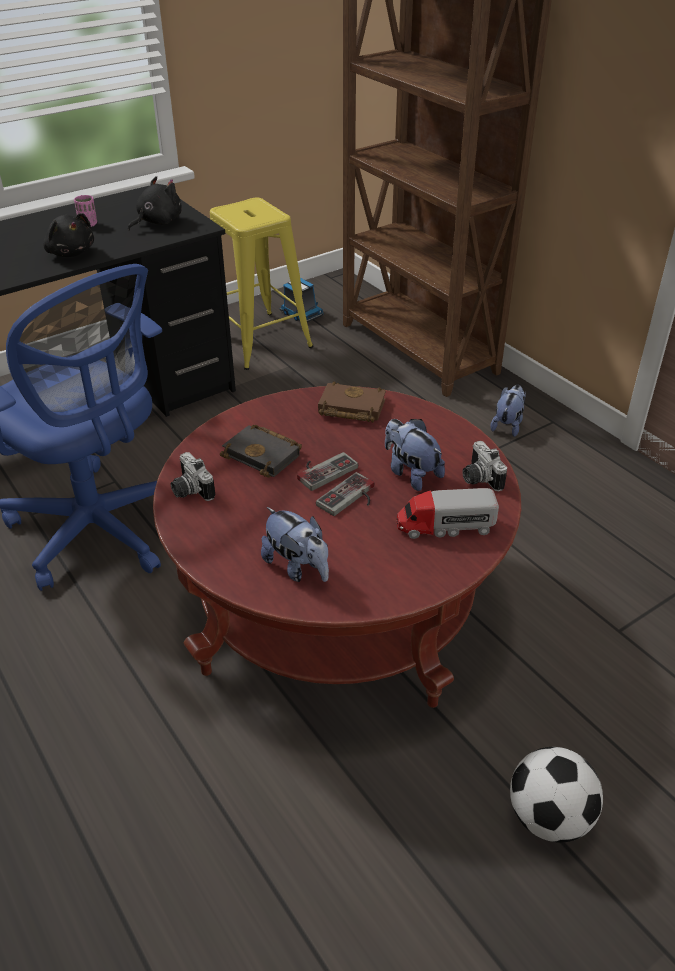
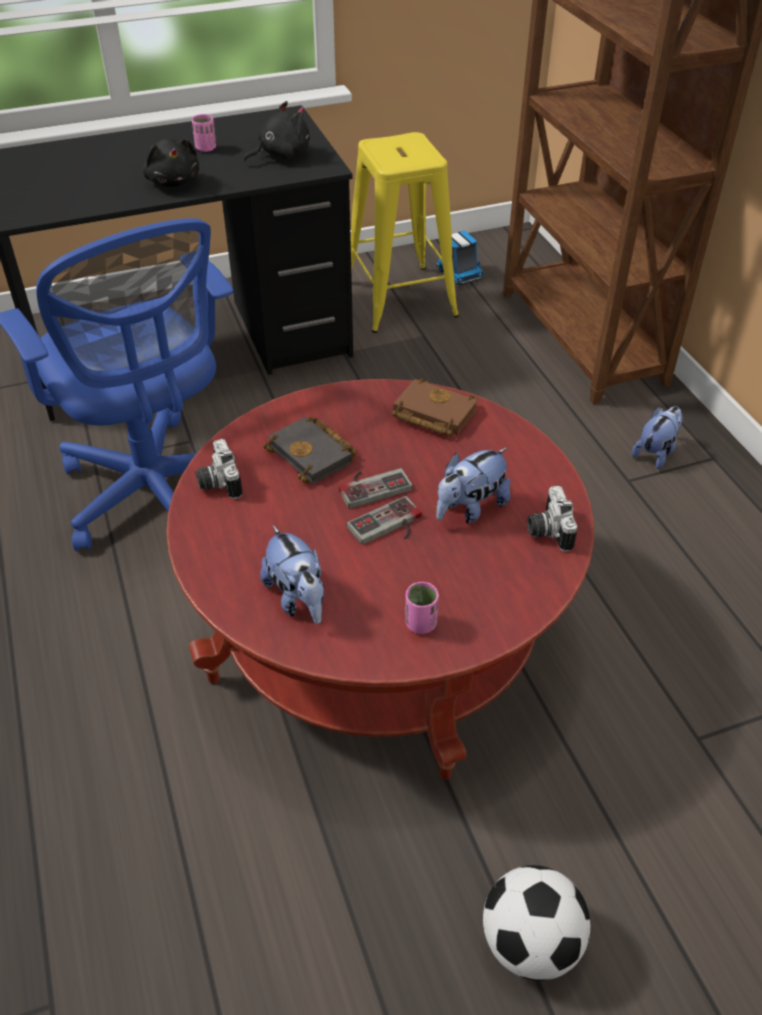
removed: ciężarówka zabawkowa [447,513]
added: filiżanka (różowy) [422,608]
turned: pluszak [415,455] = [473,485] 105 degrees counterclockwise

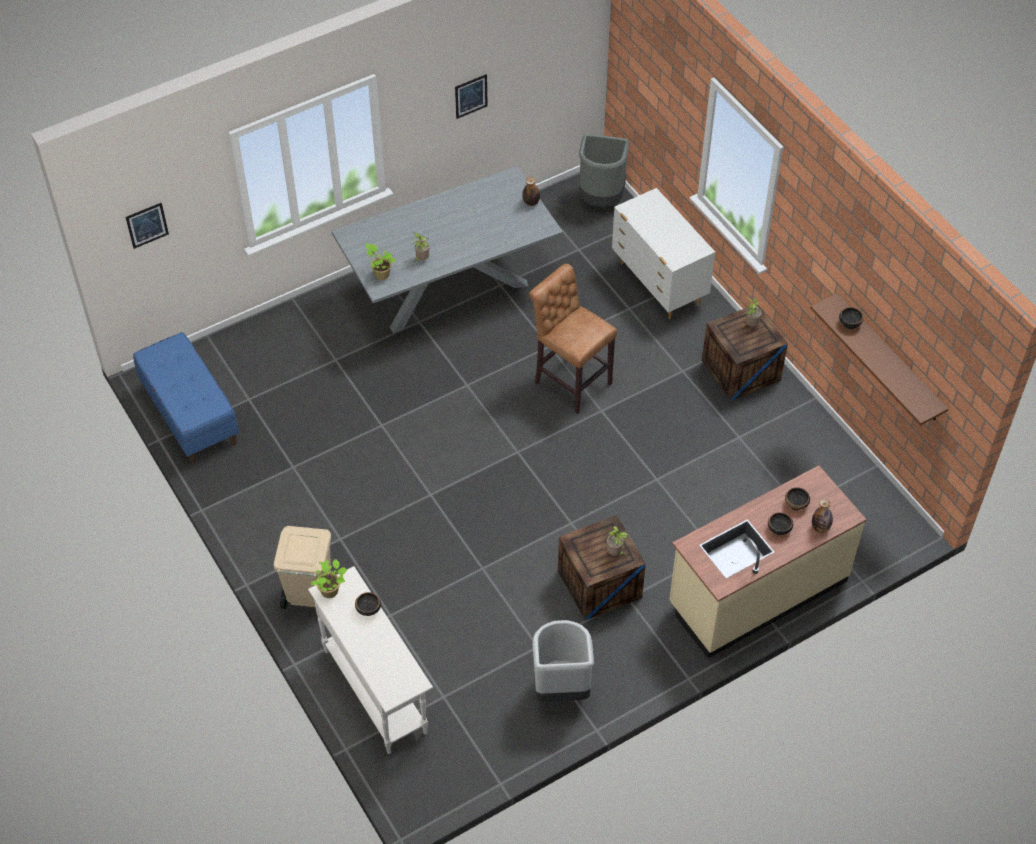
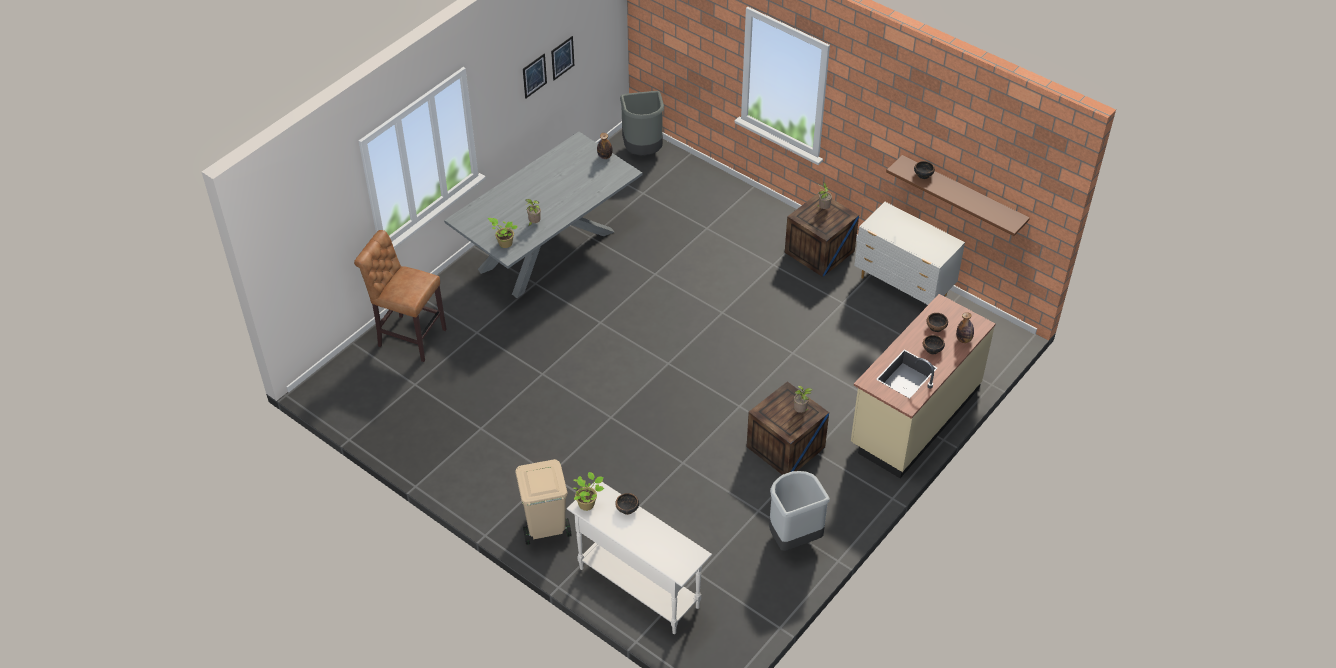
removed: ławka (niebieski) [186,398]
moved: obraz [147,226] to [562,58]; stołek (brązowy) [573,339] to [400,296]; komoda (biały) [663,253] to [909,253]

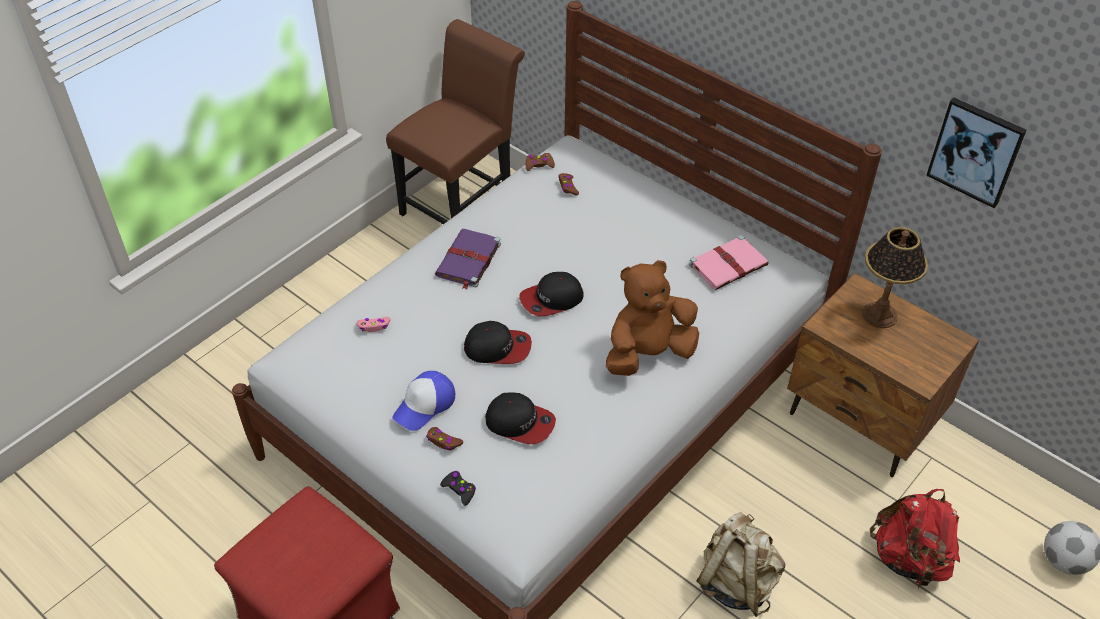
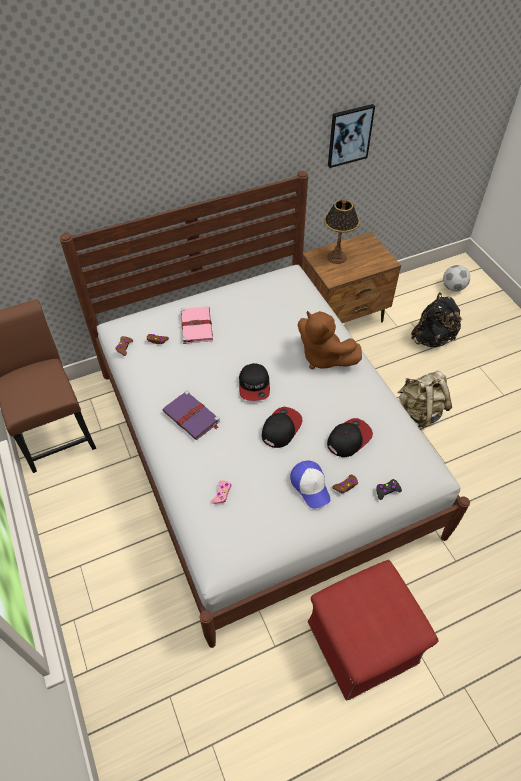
moved: książka (różowy) [728,262] to [197,325]
recoloured: plecak (czerwony) [915,538] to plecak (czarny) [437,320]
turned: pluszak (brązowy) [652,318] = [330,340] 45 degrees counterclockwise

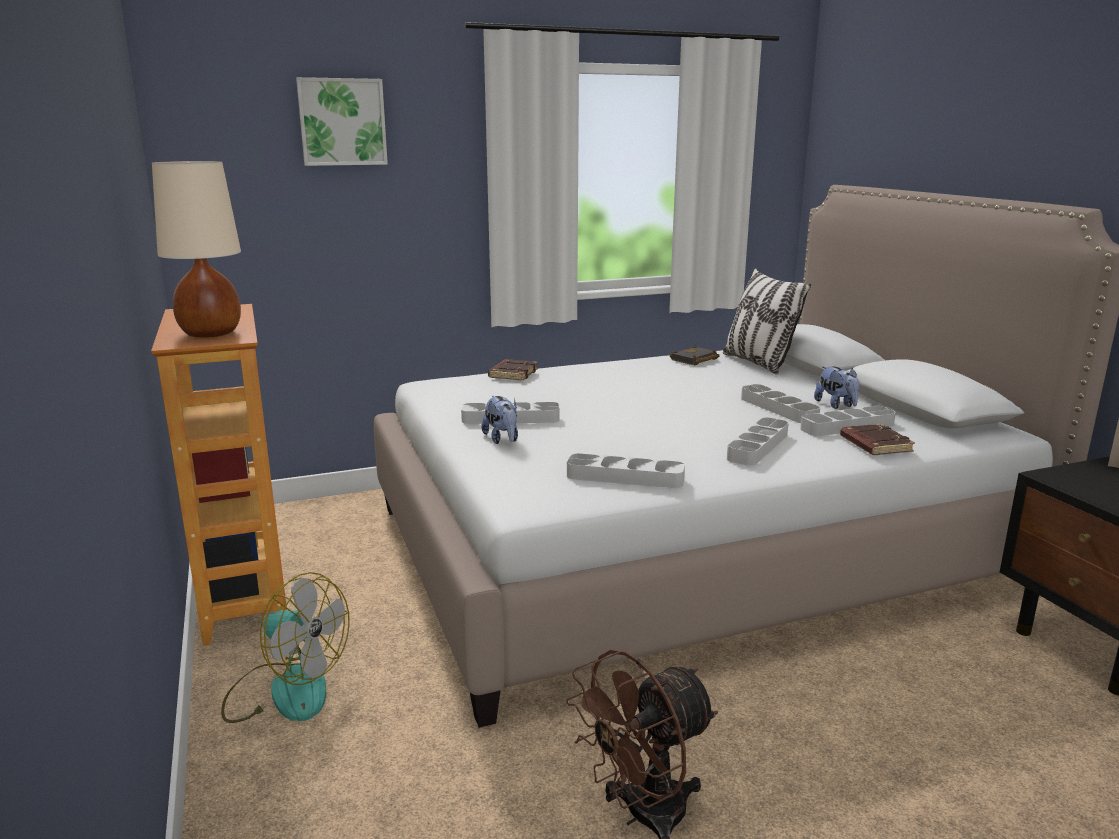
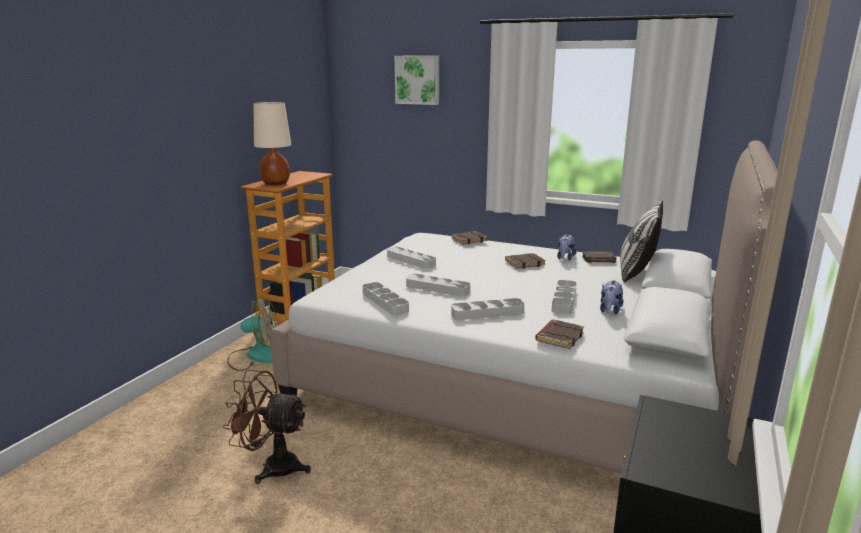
added: książka (brązowy) [525,261]
moved: pluszak [500,419] to [566,247]; taca (szary) [848,421] to [438,285]
turned: wentylator [285,647] = [252,334] 75 degrees counterclockwise

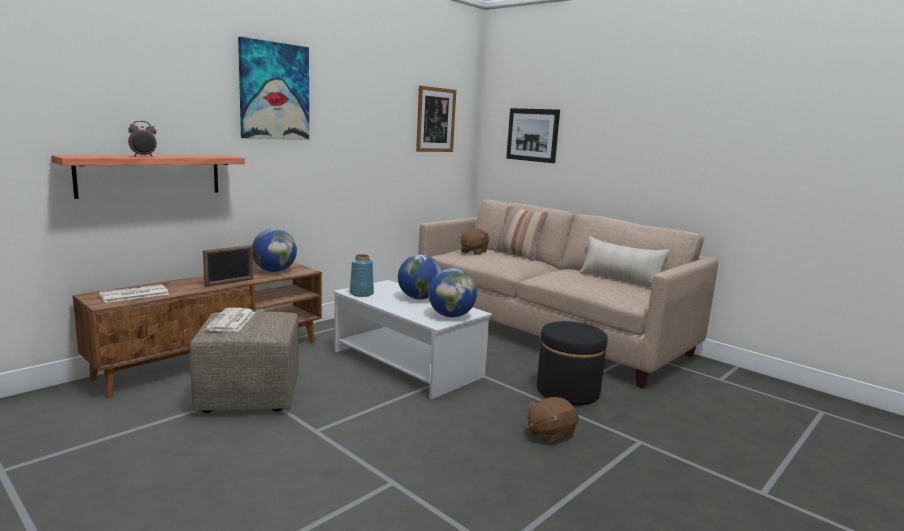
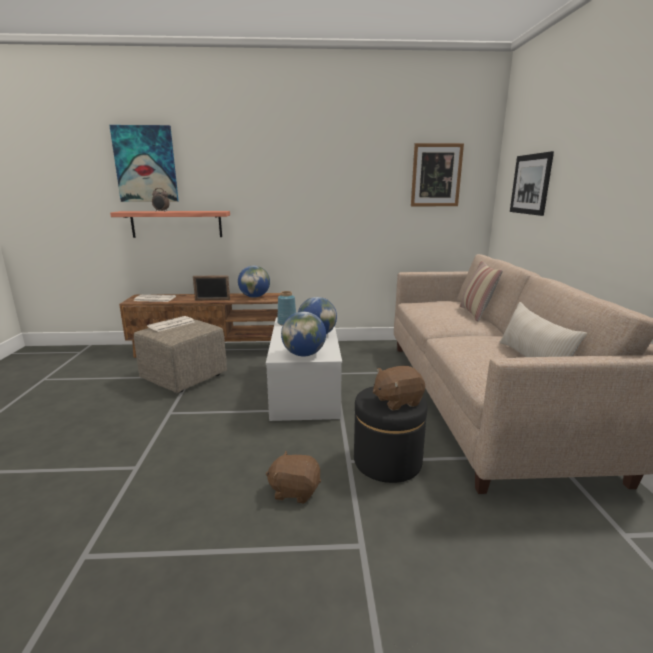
moved: obraz [273,88] to [144,163]; pluszak (brązowy) [474,242] to [399,388]

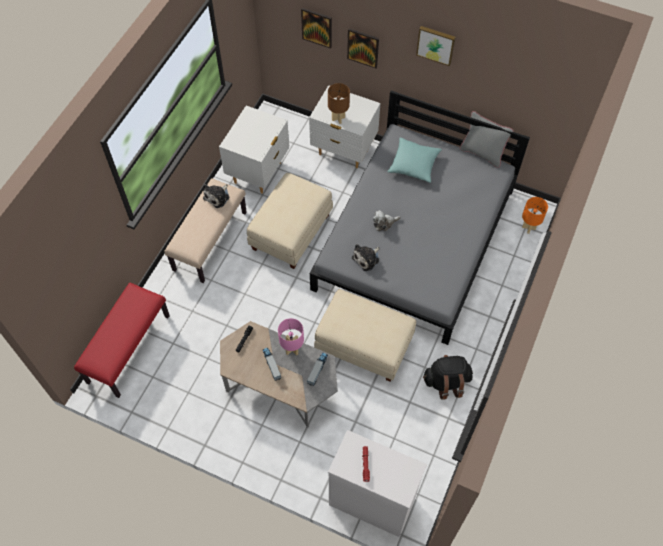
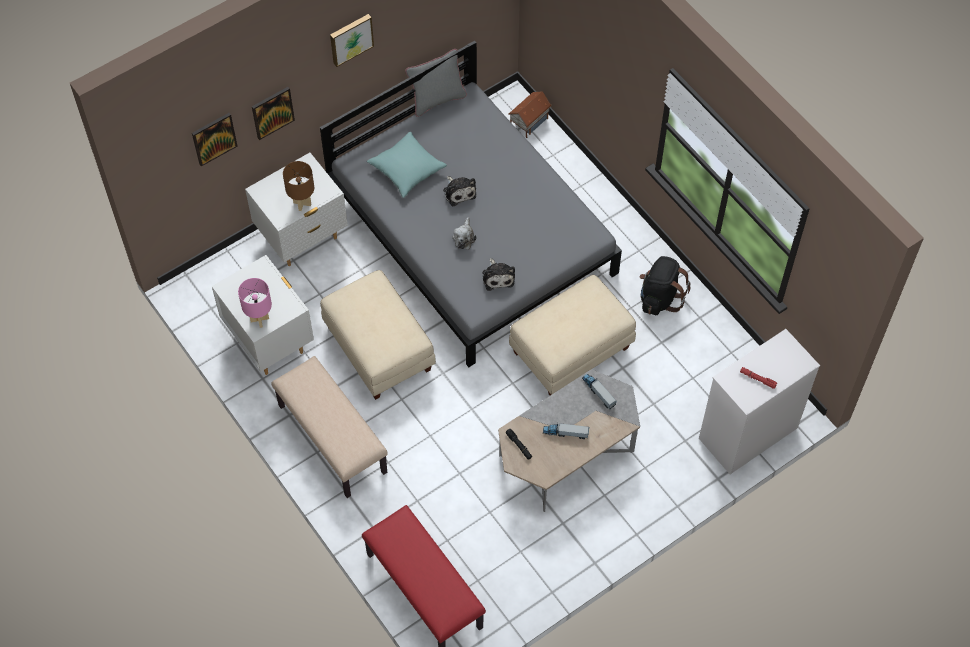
moved: pluszak [216,196] to [459,191]; lampa stołowa (różowy) [291,336] to [255,303]
replaced: lampa stołowa (pomarańczowy) [535,215] to domek [529,114]

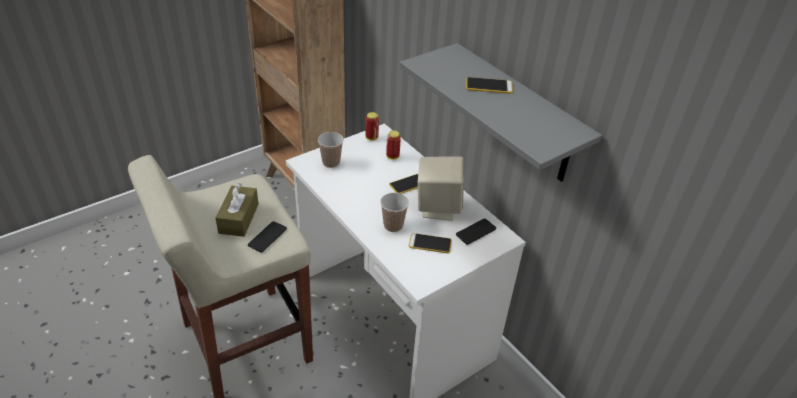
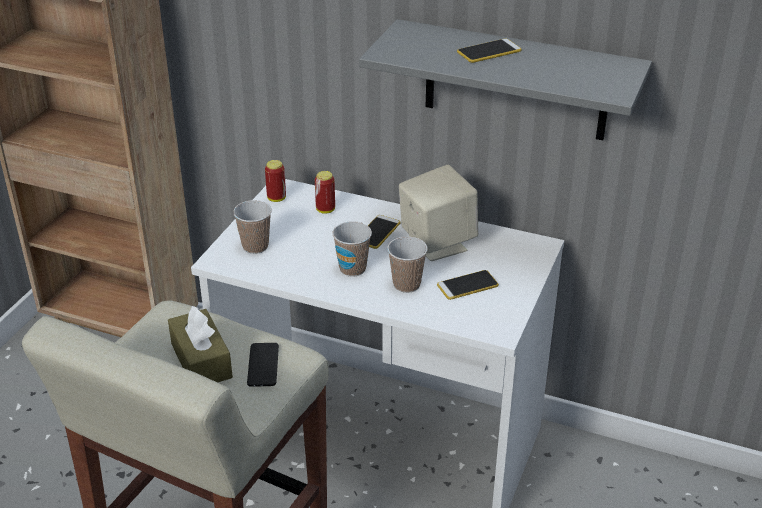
removed: telefon [476,232]
added: filiżanka [352,249]

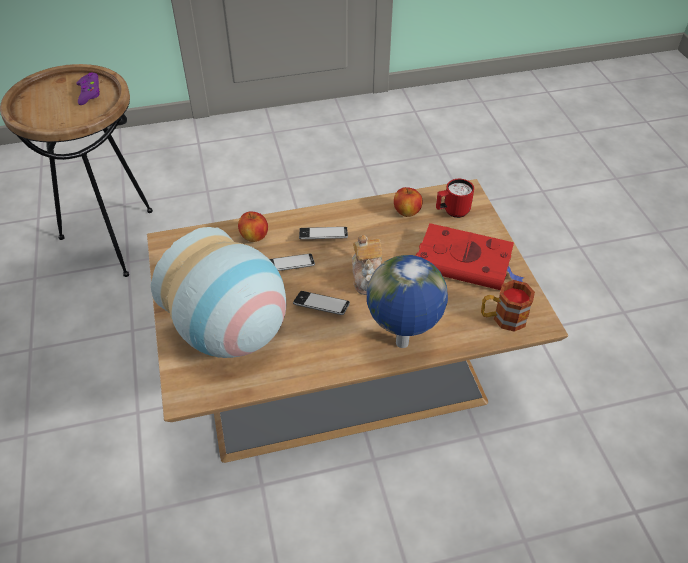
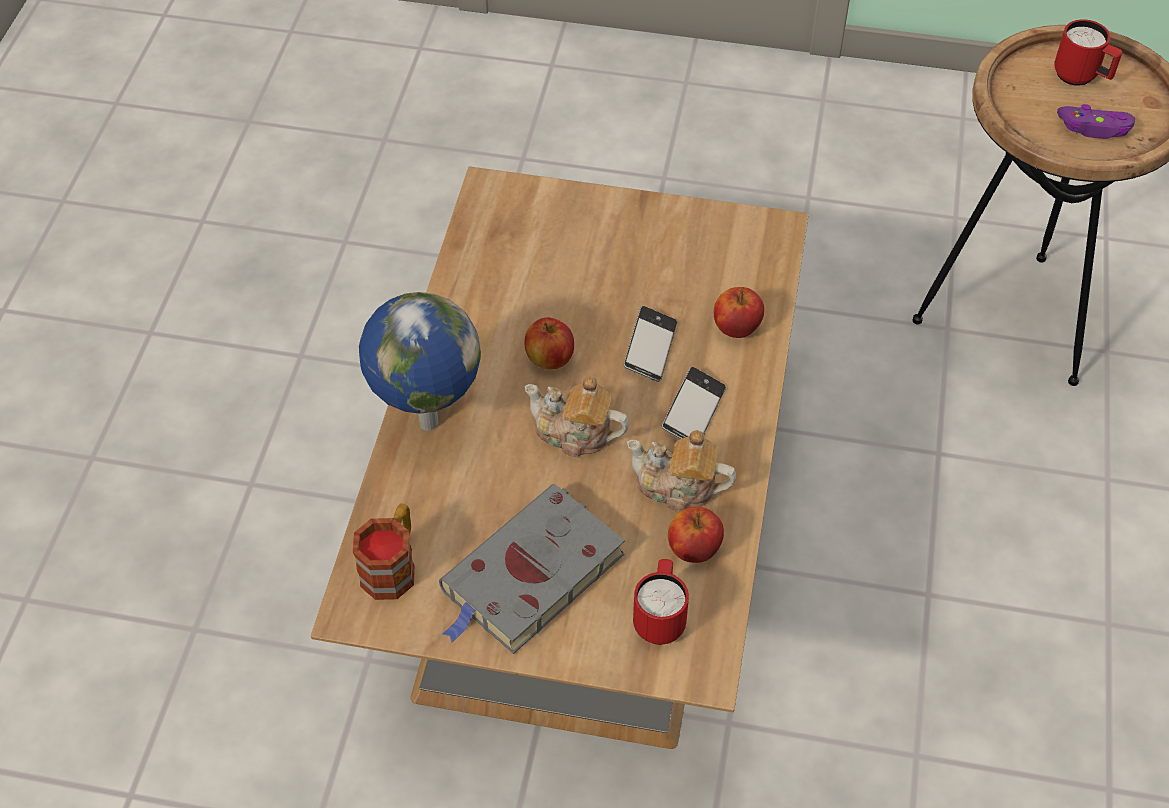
removed: wazon [218,292]
added: imbryk [681,471]; kubek (czerwony) [1088,52]
replaced: telefon [321,303] to jabłko [549,344]
recoloured: książka (czerwony) [470,256] to książka (szary) [532,569]

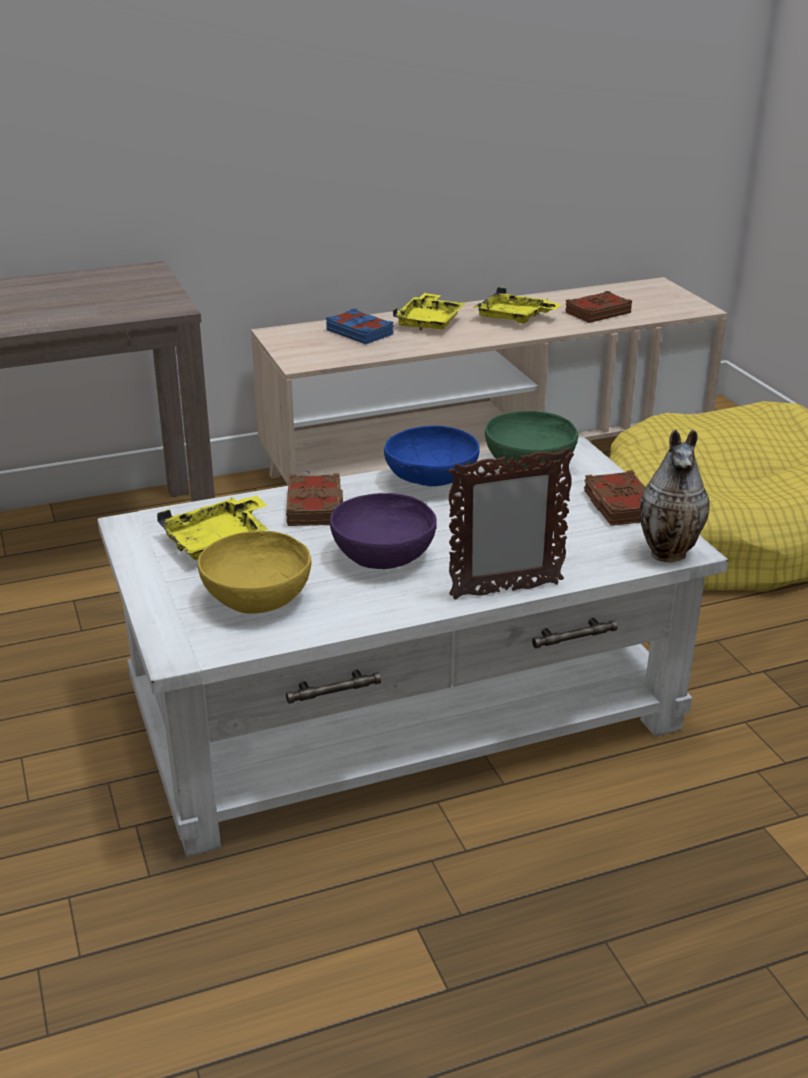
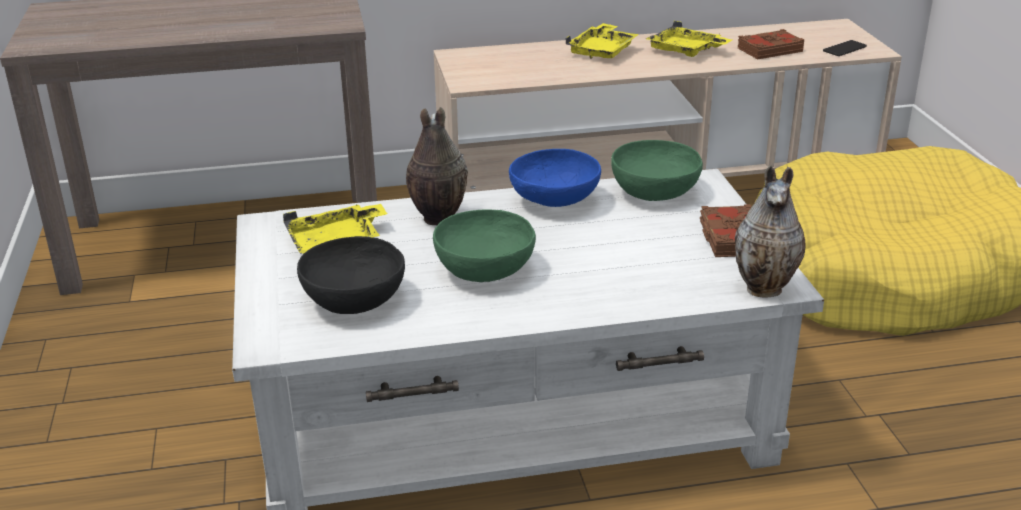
removed: książka (niebieski) [360,326]; ramka na zdjęcie [511,524]
added: telefon [845,48]
replaced: książka (brązowy) [314,499] to wazon [437,166]
recoloured: miska (żółty) [254,572] to miska (czarny) [351,275]; miska (fioletowy) [383,531] to miska (zielony) [484,245]

